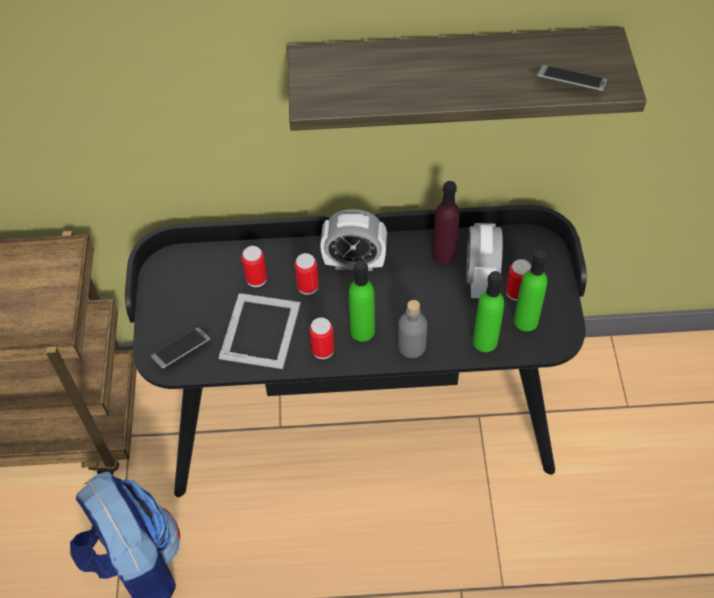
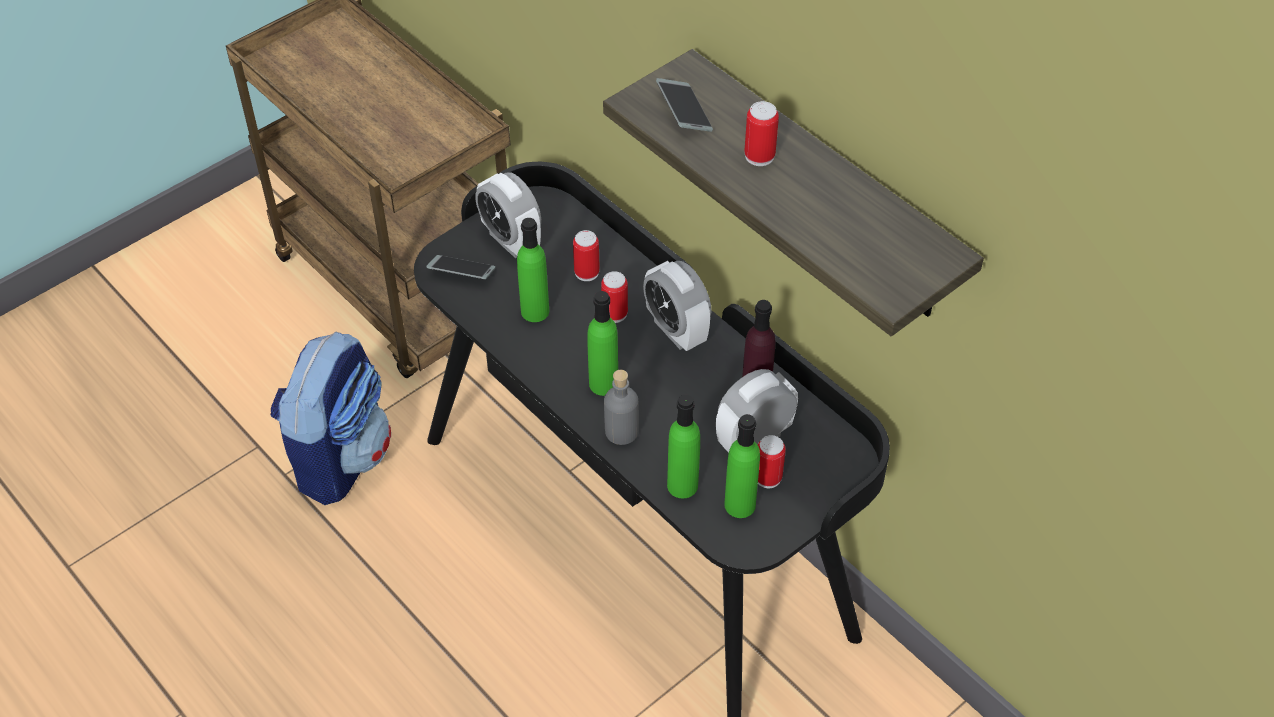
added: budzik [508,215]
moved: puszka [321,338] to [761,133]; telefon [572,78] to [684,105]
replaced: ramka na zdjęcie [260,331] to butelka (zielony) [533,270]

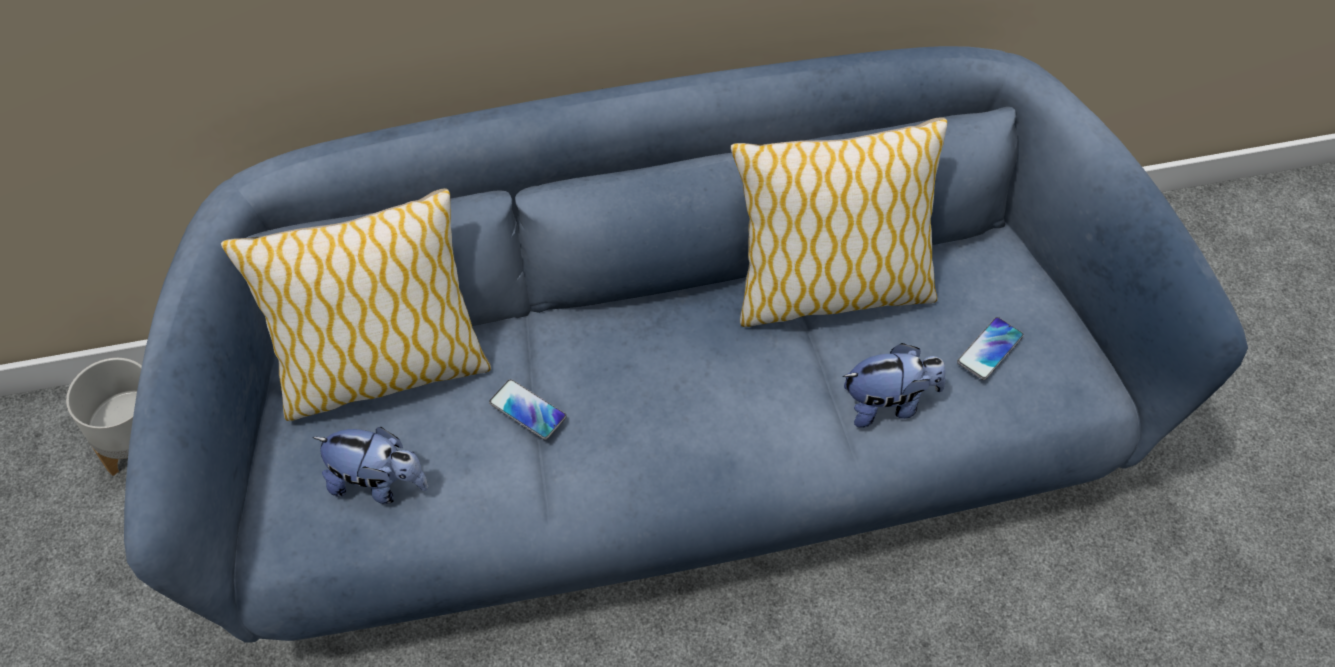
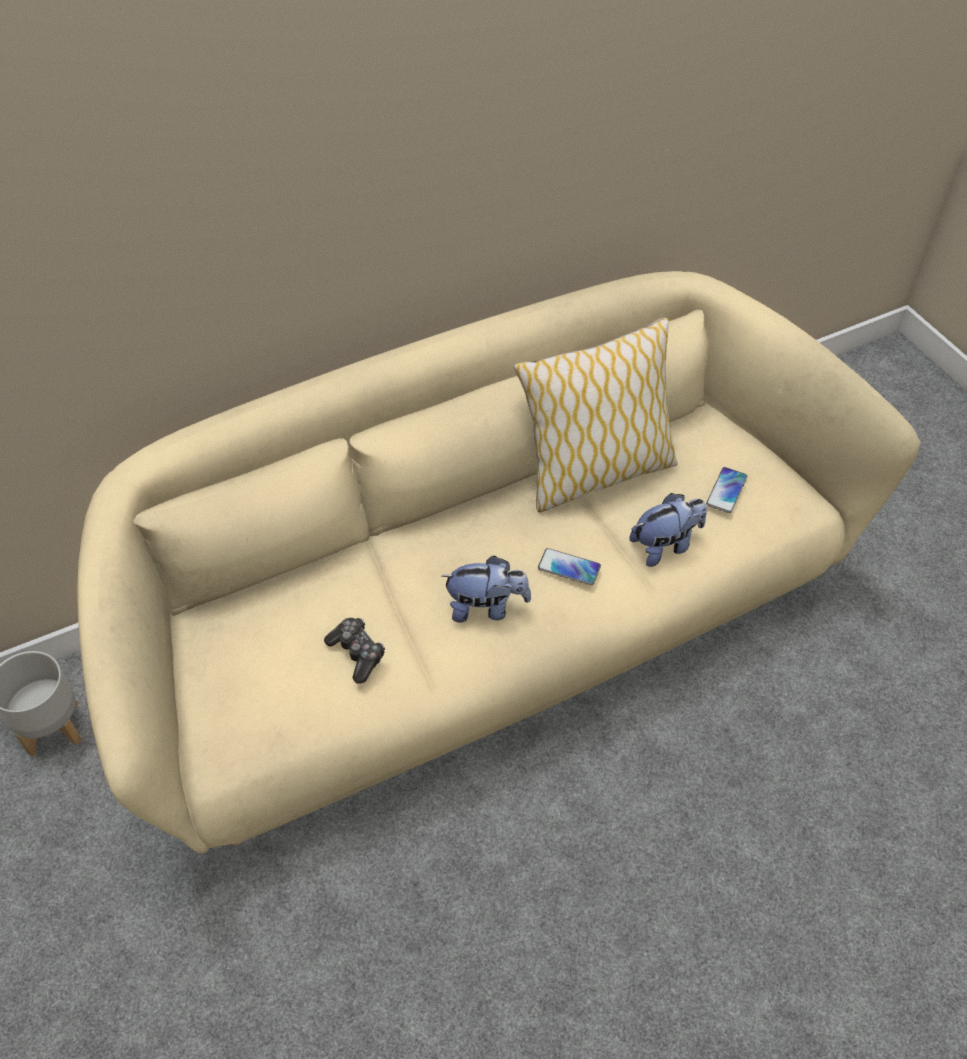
removed: poduszka [356,304]
added: pad do gier [354,651]
moved: pluszak [370,465] to [486,589]; telefon [528,409] to [569,566]
recoloured: kanapa (niebieski) [686,344] to kanapa (beżowy) [499,562]

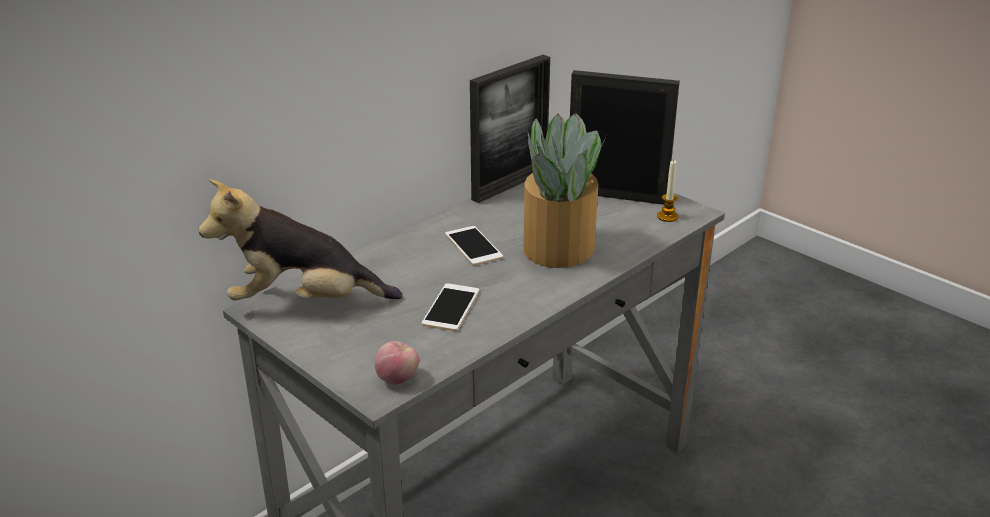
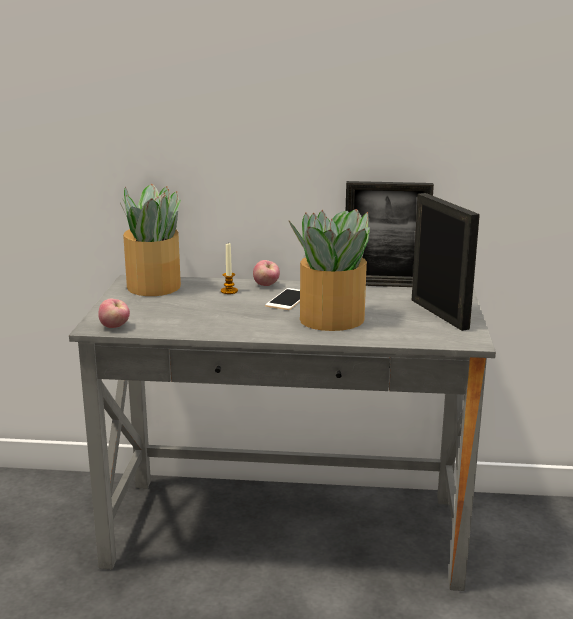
removed: telefon [450,307]
added: jabłko [266,273]
moved: świeca [668,191] to [229,268]
replaced: pluszak [301,240] to roślina doniczkowa [150,240]

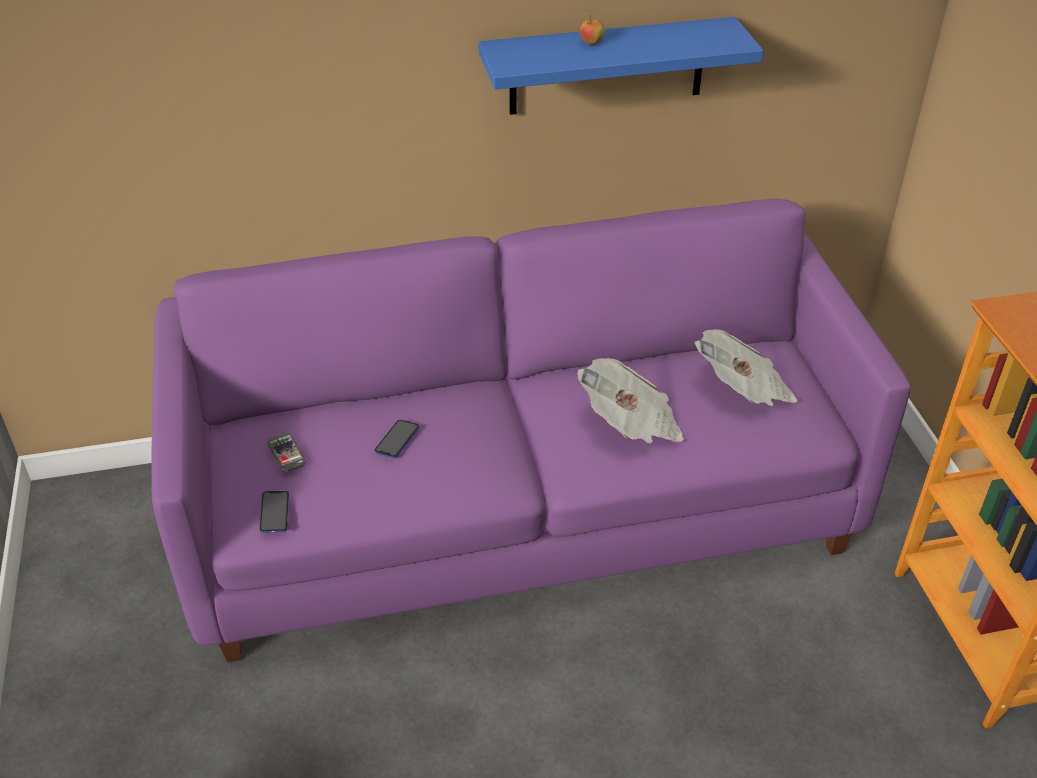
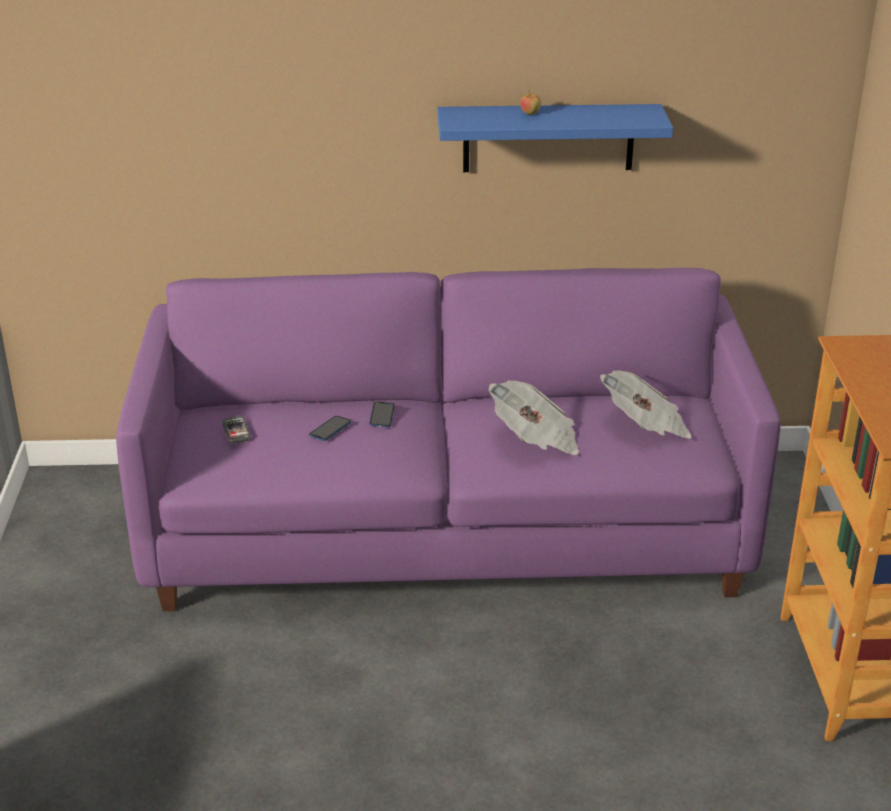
moved: telefon [274,512] to [382,414]

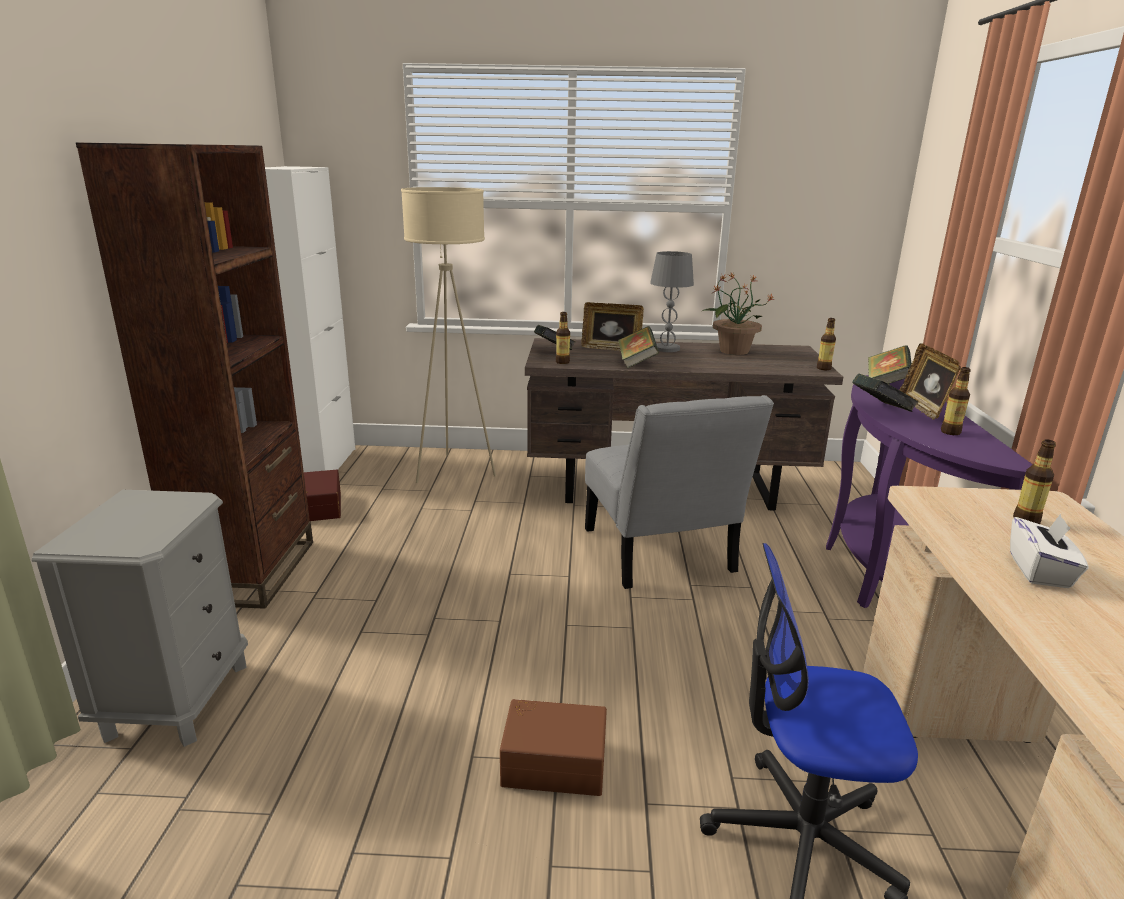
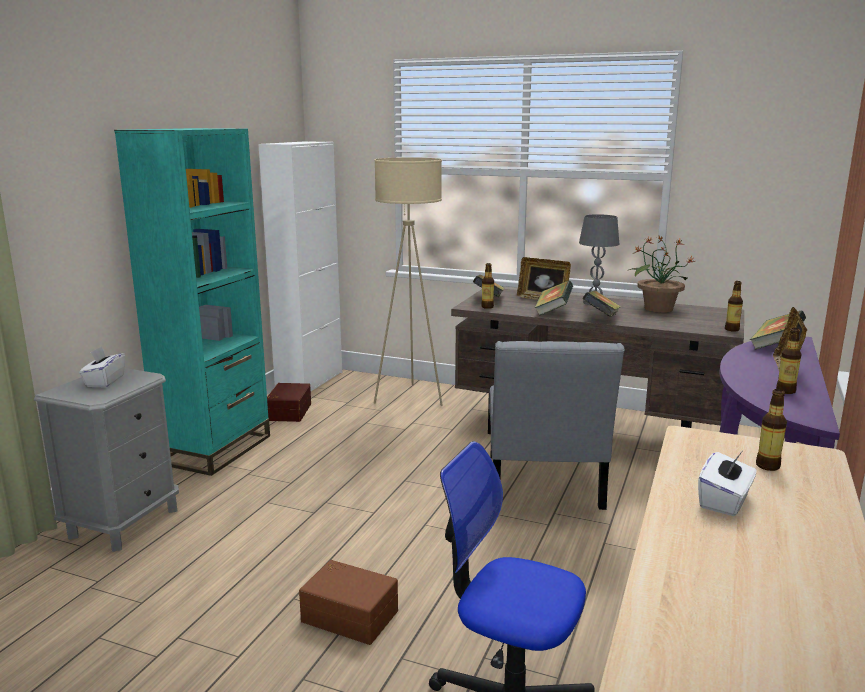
added: pudełko chusteczek (biały) [102,366]
moved: książka [886,393] to [602,303]
recoloured: regał (brązowy) [194,376] to regał (turkusowy) [192,302]

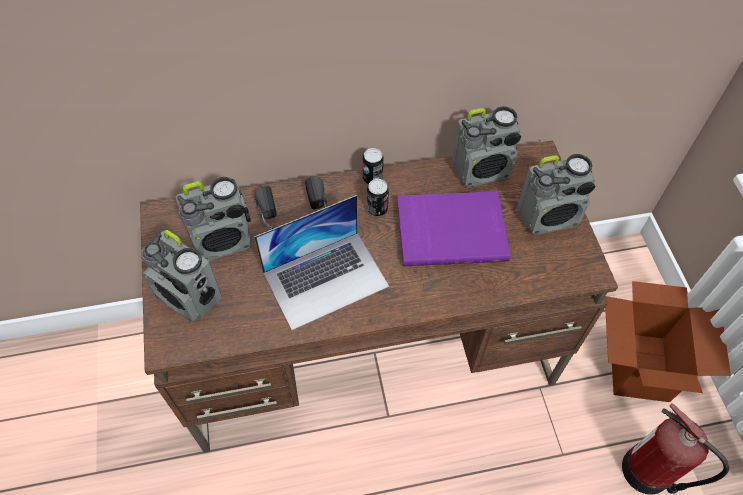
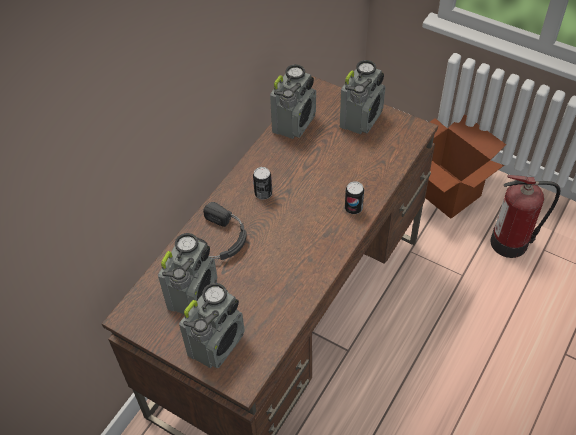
removed: laptop [321,262]; książka (fioletowy) [453,228]
moved: puszka [373,166] to [354,197]
turned: radio [182,276] = [212,325] 45 degrees counterclockwise

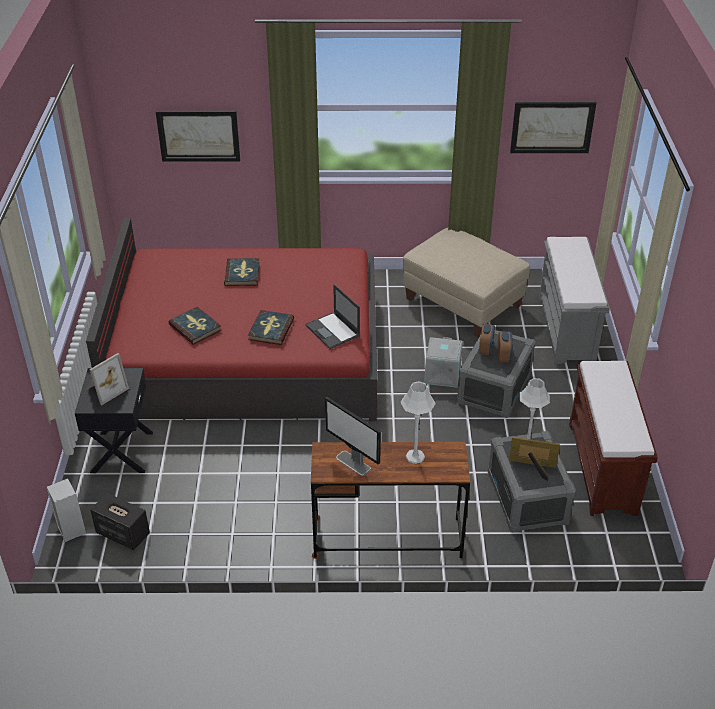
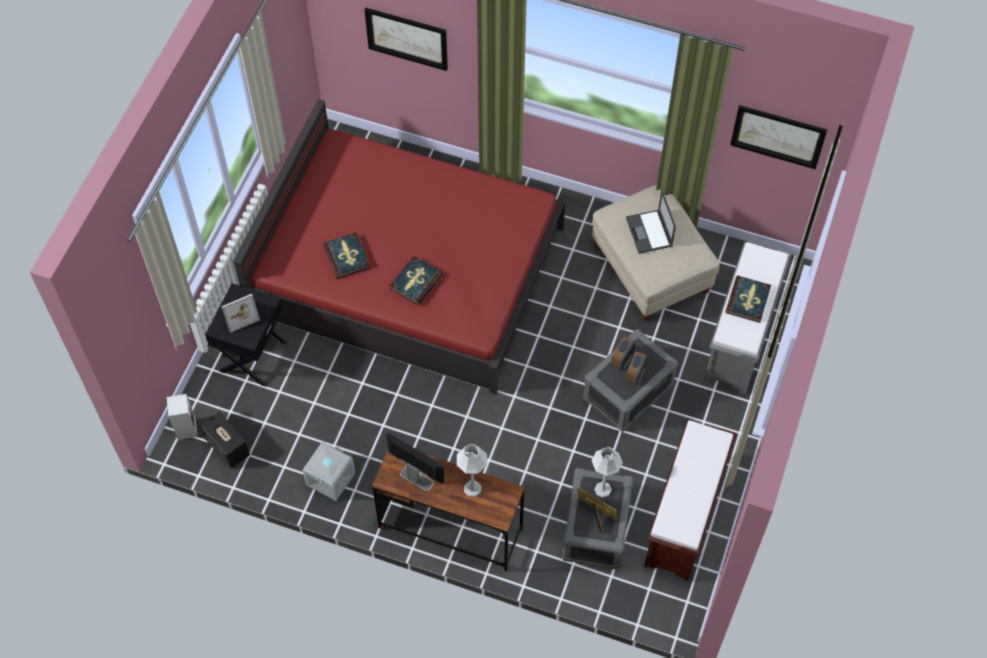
moved: książka [242,272] to [748,299]; laptop [332,316] to [651,222]; pojemnik do przechowywania (szary) [443,362] to [328,471]
turned: monitor [353,436] = [415,462] 150 degrees clockwise

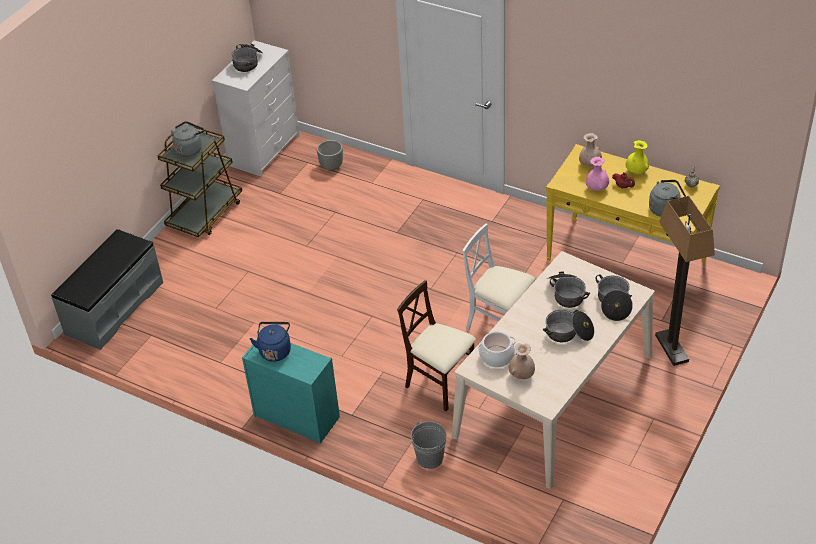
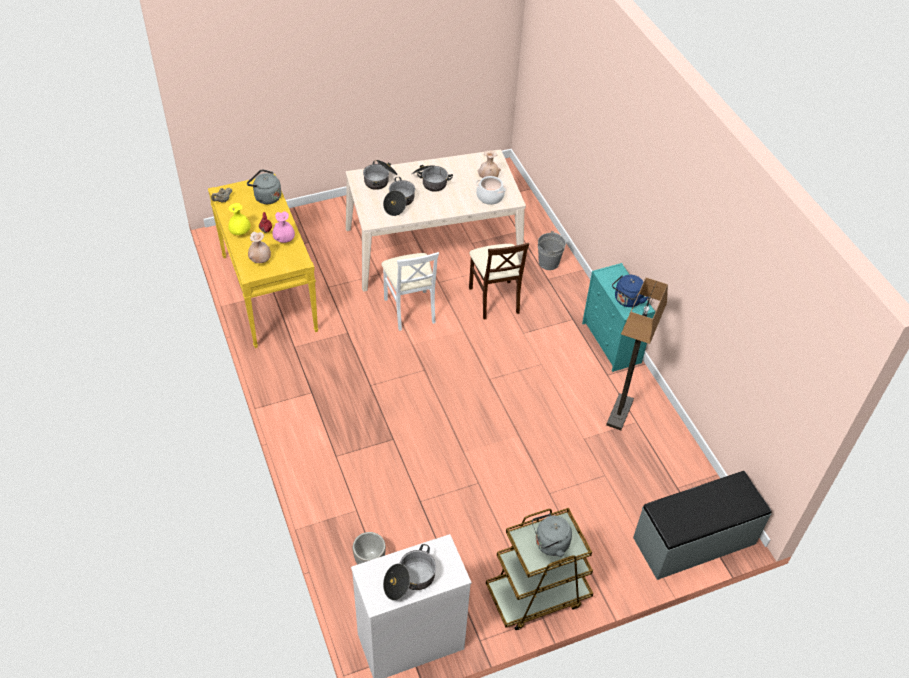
moved: lampa stojąca [685,281] to [637,353]

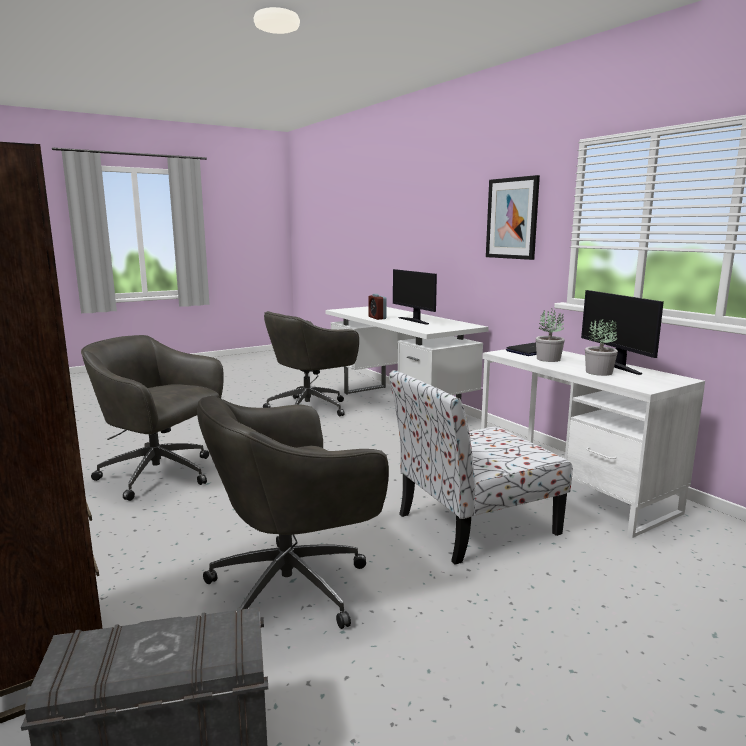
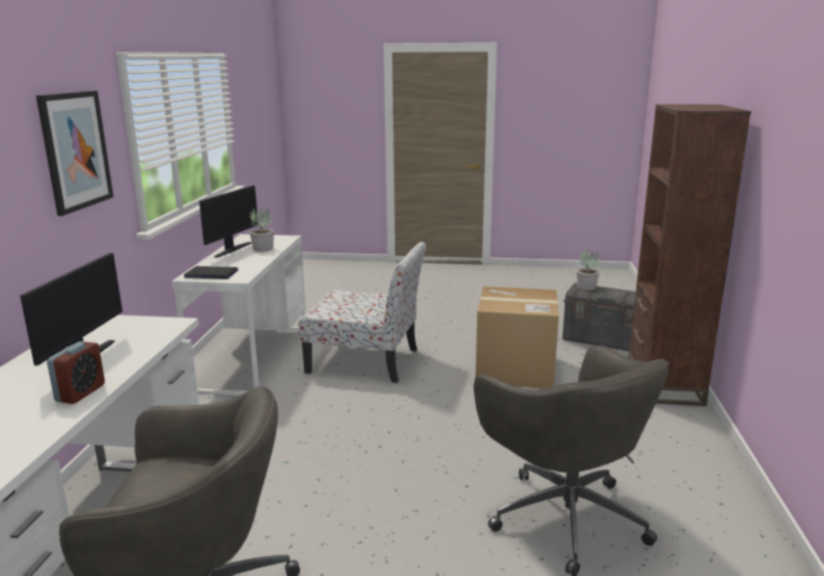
moved: roślina doniczkowa [550,335] to [588,269]
replaced: krzesło biurowe (szary) [293,512] to karton [517,337]

